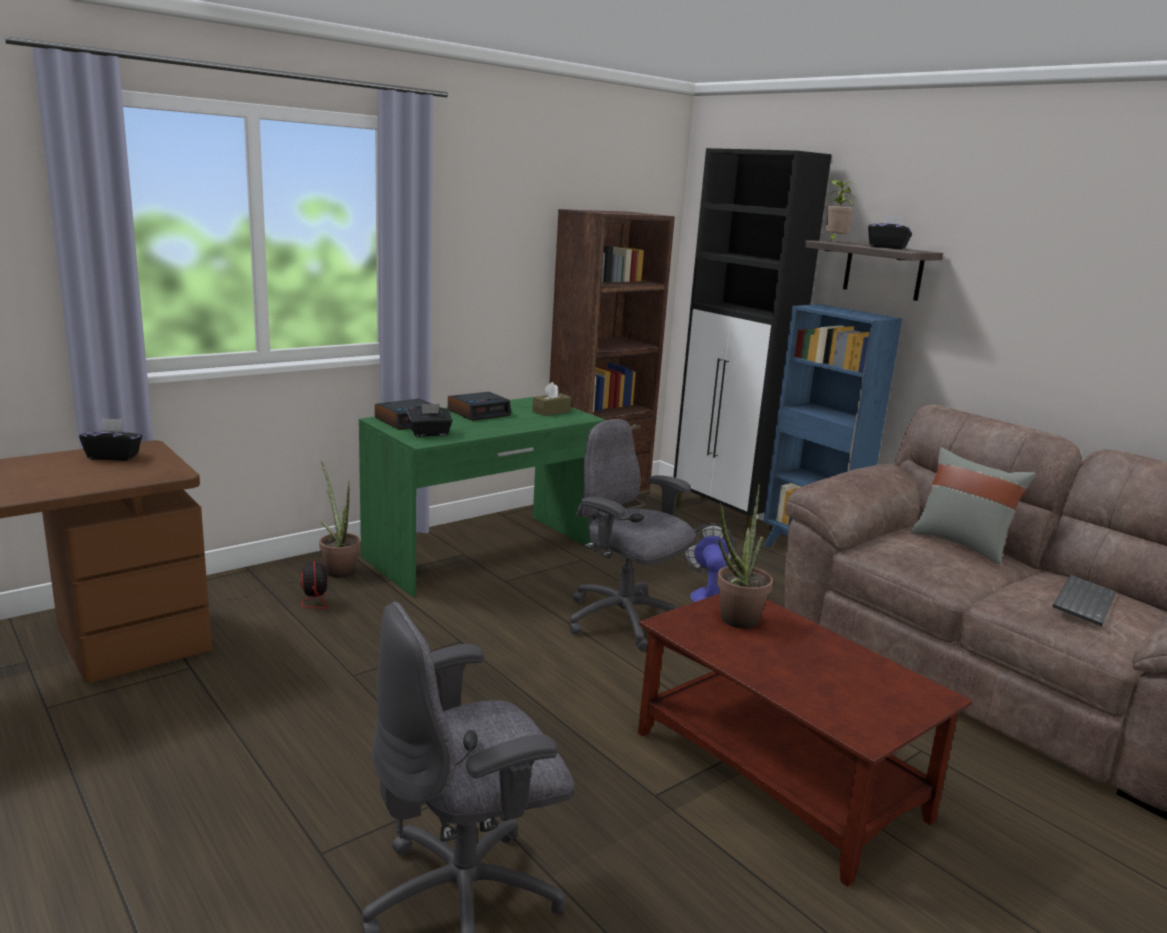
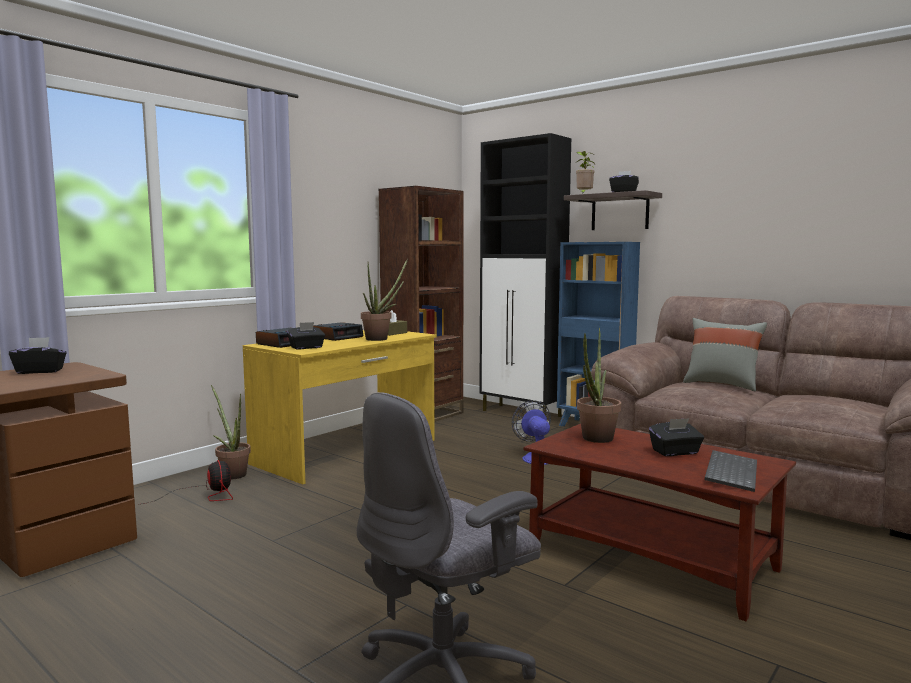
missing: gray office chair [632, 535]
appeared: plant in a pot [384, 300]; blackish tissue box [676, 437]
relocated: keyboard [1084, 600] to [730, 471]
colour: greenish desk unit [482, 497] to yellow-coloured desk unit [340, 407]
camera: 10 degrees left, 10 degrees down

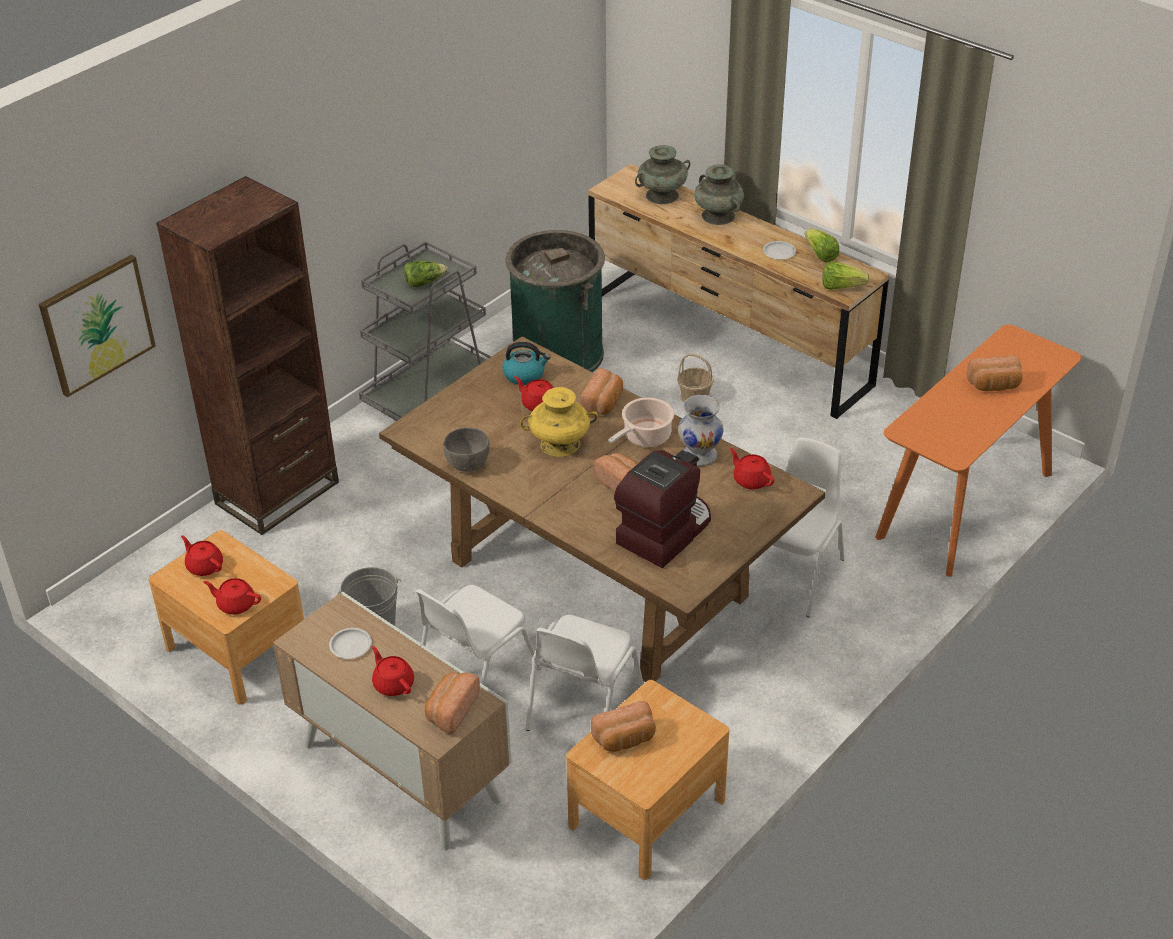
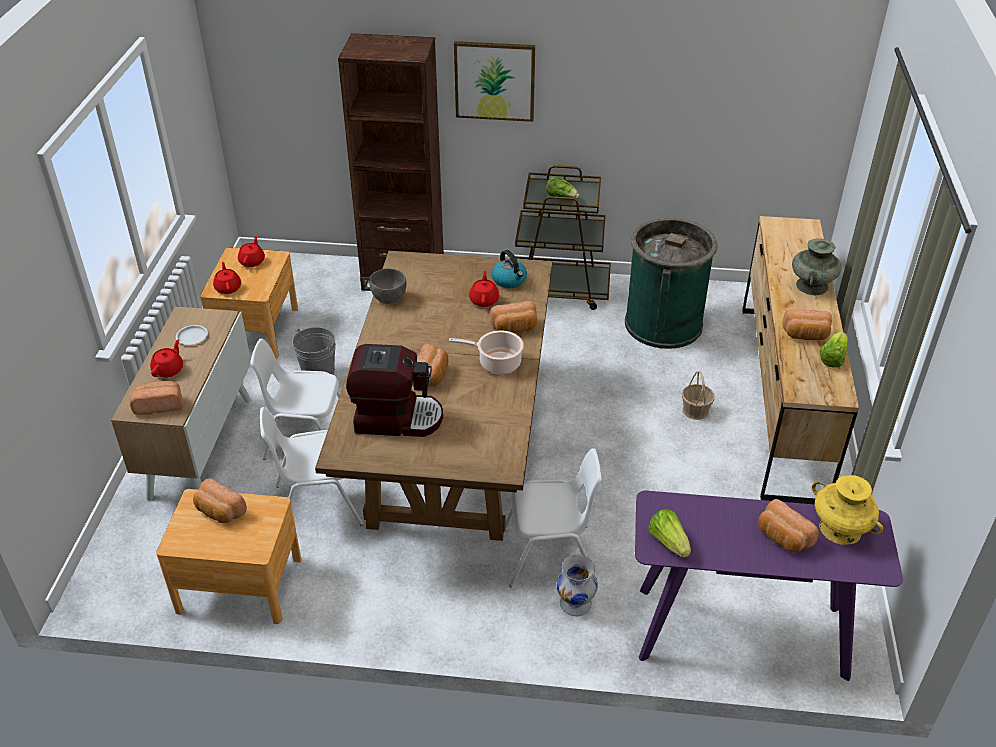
missing: turquoise vase [662, 174]; red-coloured teapot [752, 469]
relocated: wall picture [97, 326] to [494, 81]; yellow-coloured vase [559, 422] to [847, 510]; whitish vase [700, 430] to [577, 585]; lettuce [845, 276] to [669, 533]
exchanged: whitish plate [779, 250] to baked bread [807, 324]
colour: gray trolley [425, 331] to brownish trolley [563, 237]; orangey console table [978, 450] to purplish console table [769, 586]
camera: 55 degrees right, 0 degrees up

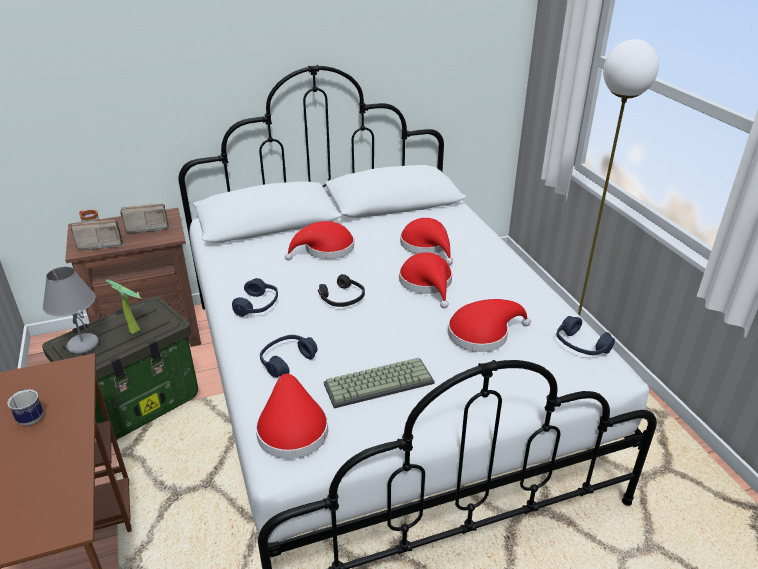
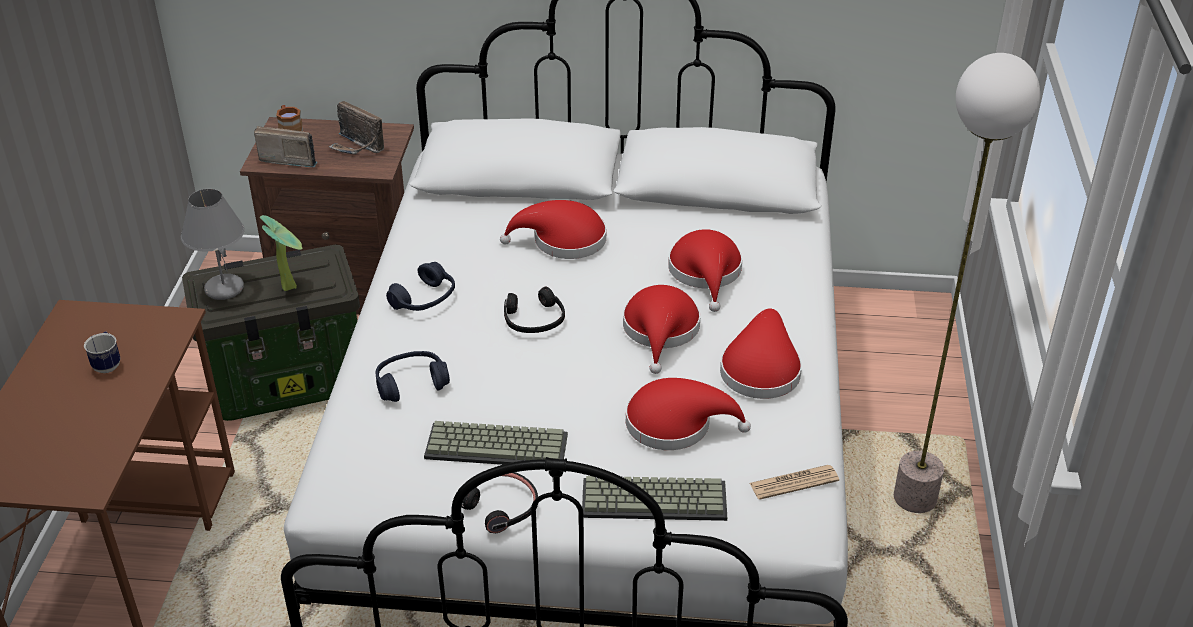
appeared: blackish pair of headphones [500, 502]; keyboard [654, 498]
relocated: red-coloured clothing hat [292, 416] to [761, 353]
exchanged: bluish pair of headphones [586, 335] to daily paper [794, 482]
spun: radio [145, 218] = [356, 127] 150 degrees counterclockwise
camera: 25 degrees right, 5 degrees up

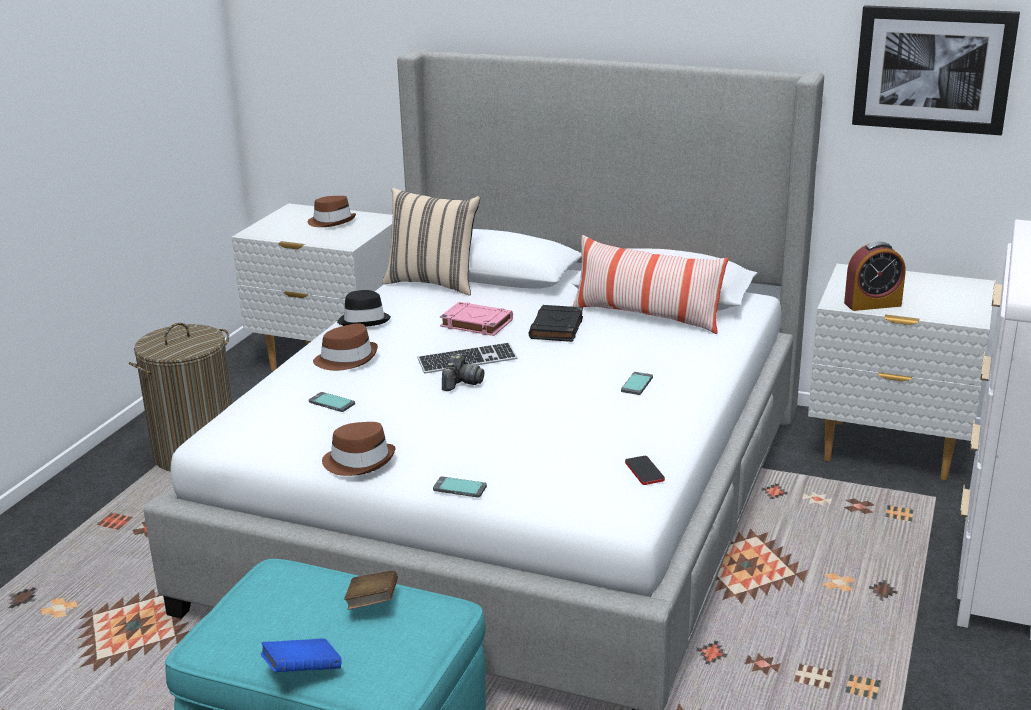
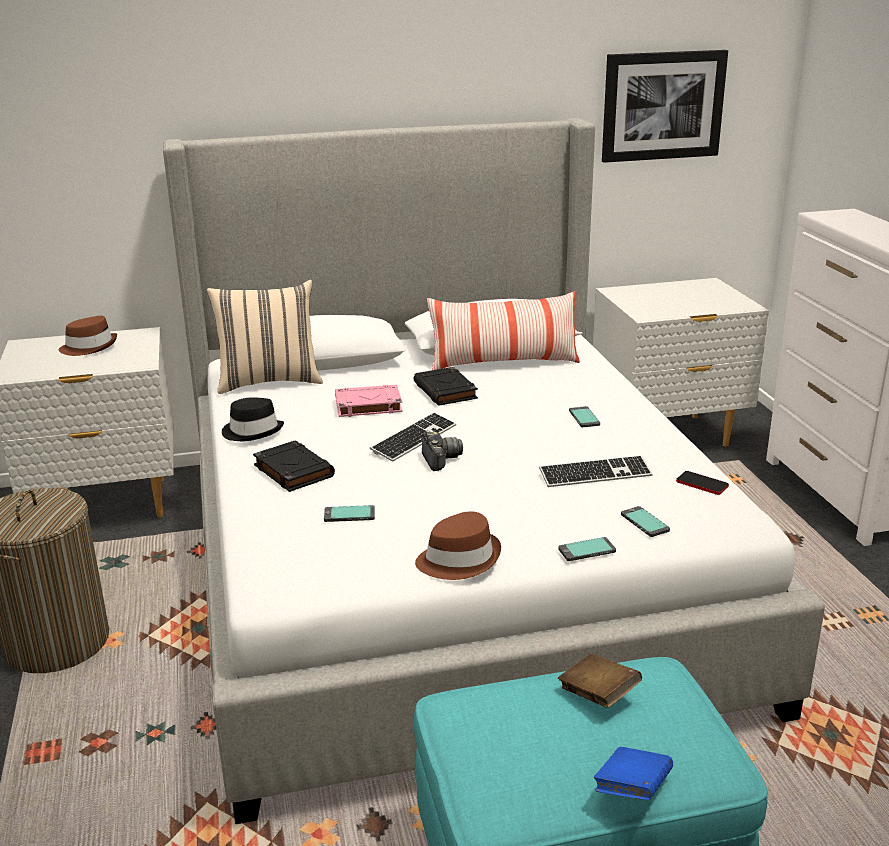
missing: alarm clock [875, 276]
appeared: keyboard [596, 471]; telephone [645, 521]
exchanged: brownish clothing hat [345, 347] to blackish volume [294, 466]
camera: 35 degrees left, 0 degrees up

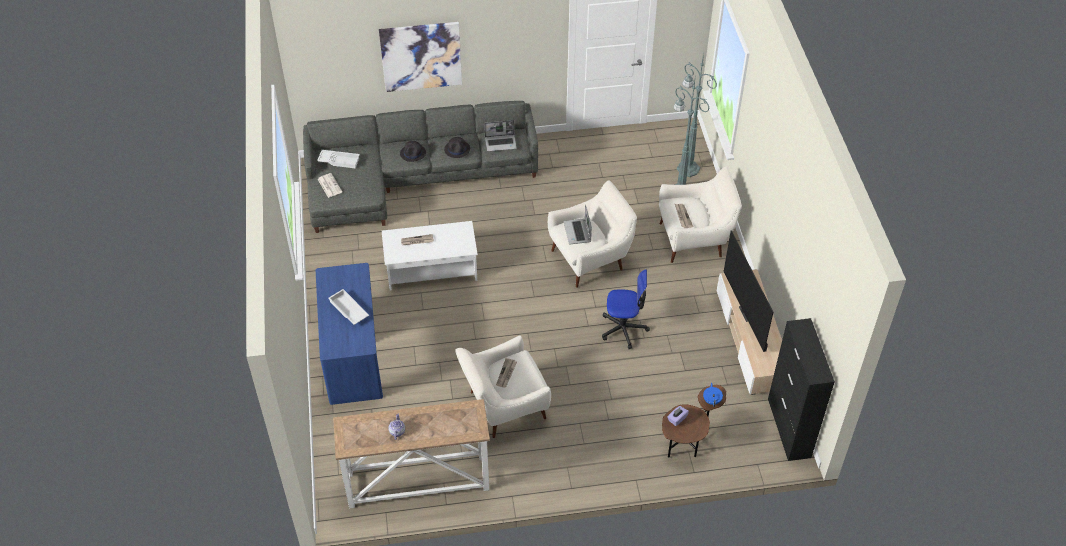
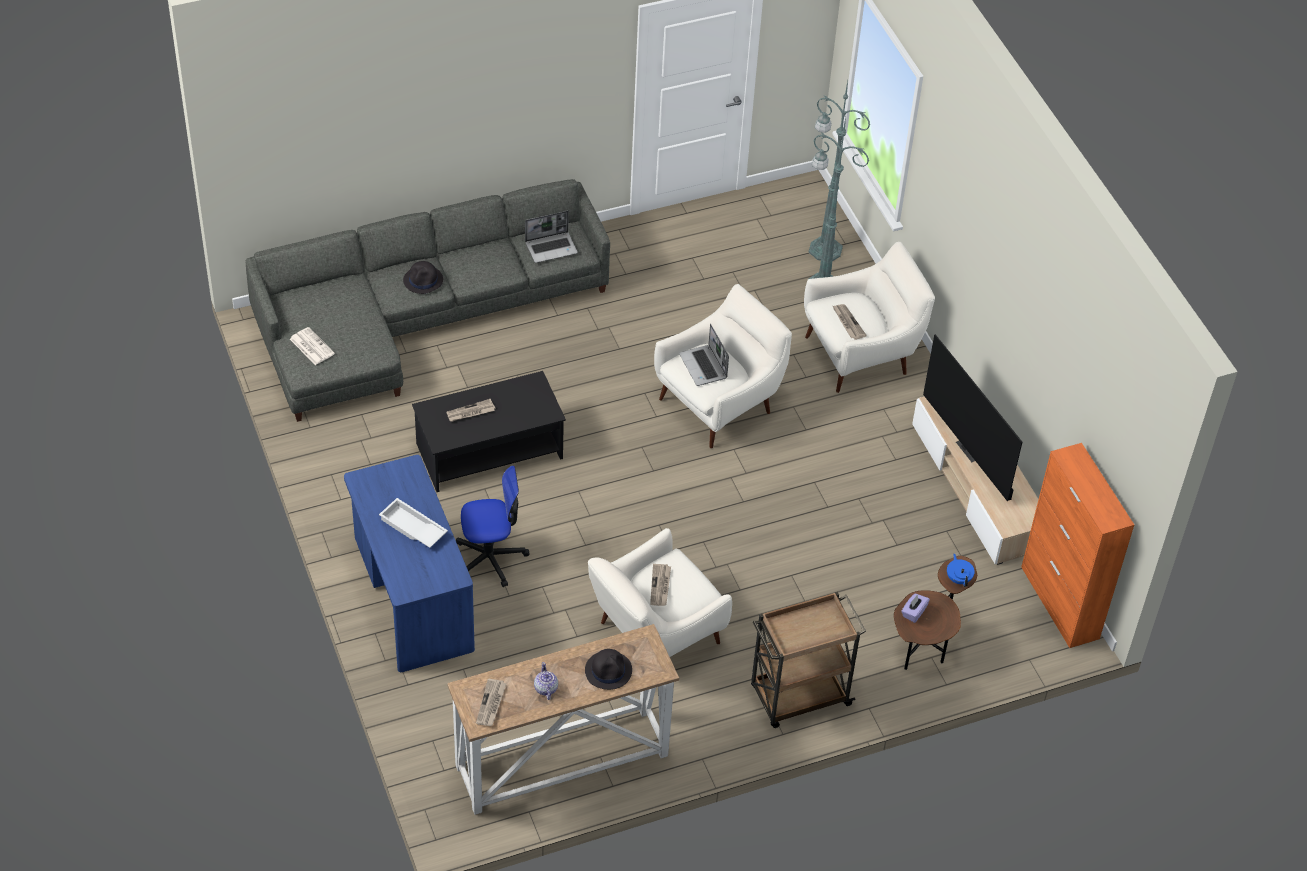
missing: whitish carrying tray [338, 159]; wall picture [420, 57]
appeared: daily paper [491, 702]; brownish trolley [808, 660]
relocated: blackish clothing hat [457, 147] to [608, 669]; office chair [626, 309] to [493, 526]
colour: whitish coffee table [430, 256] to blackish coffee table [489, 431]; blackish cupboard [801, 389] to orangey cupboard [1077, 545]
camera: 15 degrees left, 0 degrees up

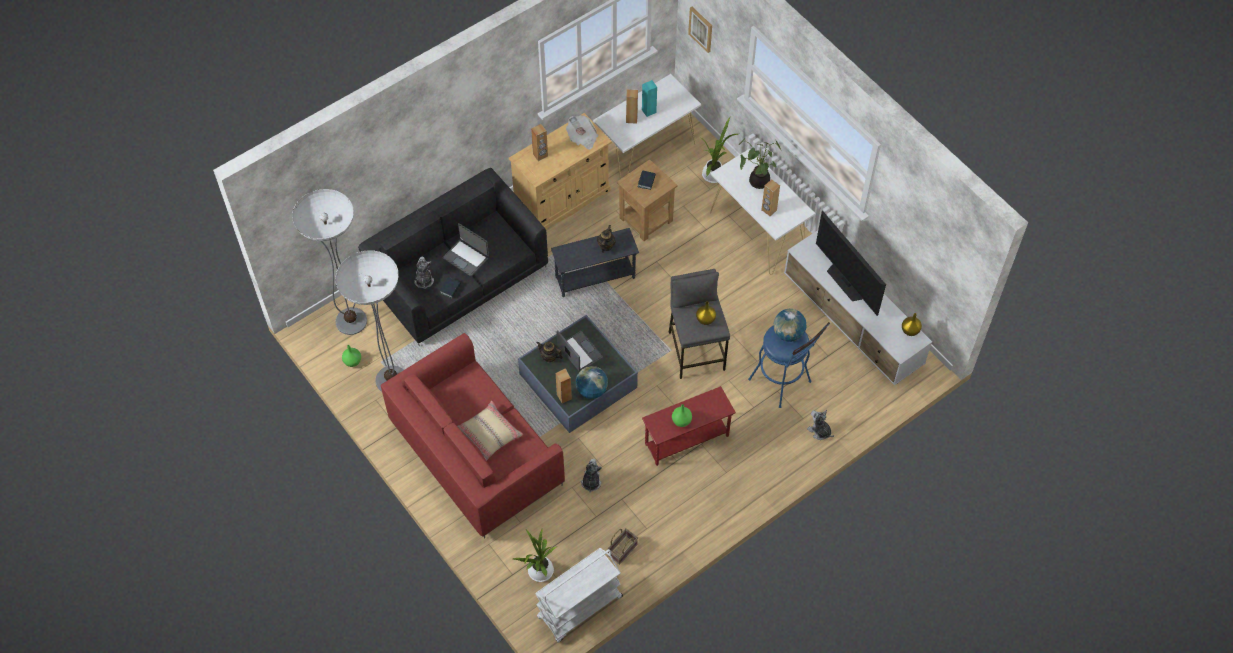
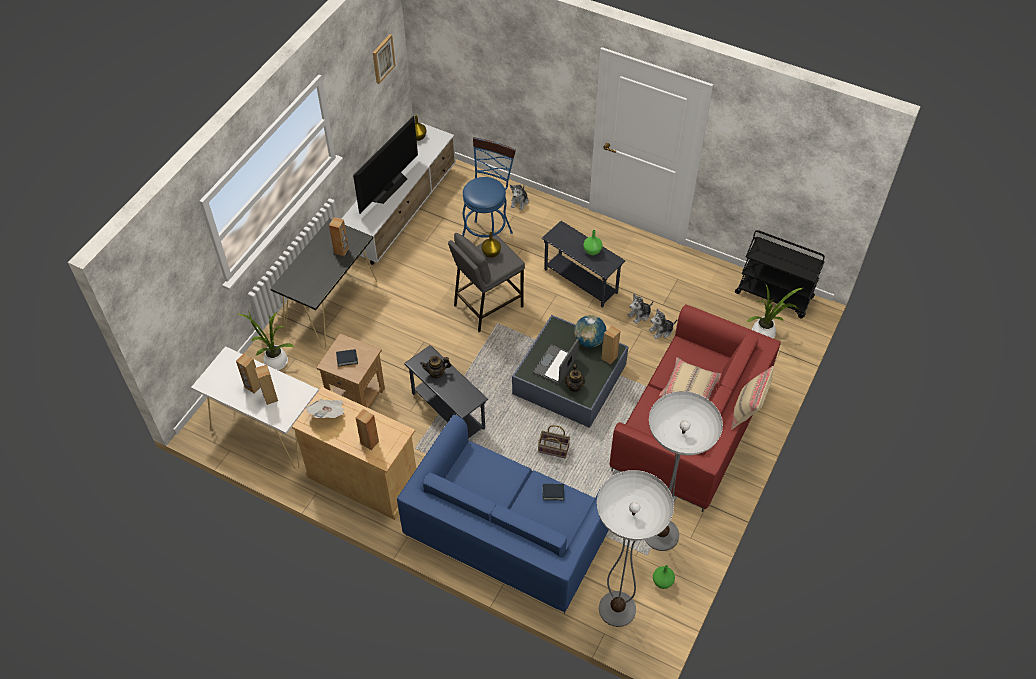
missing: portable computer [466, 249]; plant in a pot [760, 164]; desk globe [790, 325]
appeared: sand-coloured cushion [752, 398]
relocated: soft toy [424, 273] to [640, 309]; basket [622, 546] to [554, 441]; wall picture [700, 30] to [384, 59]
colour: blackish settee [453, 257] to bluish settee [503, 514]; whitish trolley [579, 595] to blackish trolley [780, 274]; turquoise loudspeaker [649, 98] to brownish loudspeaker [248, 373]; red-coloured end table [689, 426] to gray end table [583, 264]; whitish console table [762, 211] to blackish console table [323, 284]
camera: 115 degrees left, 5 degrees down

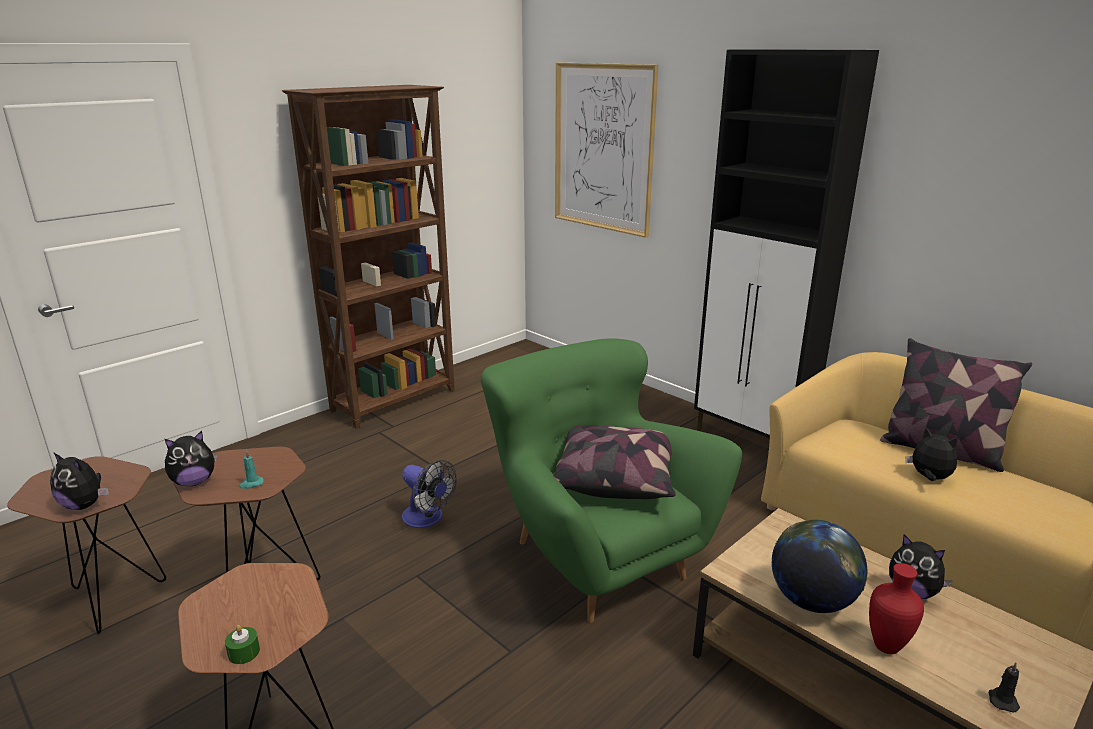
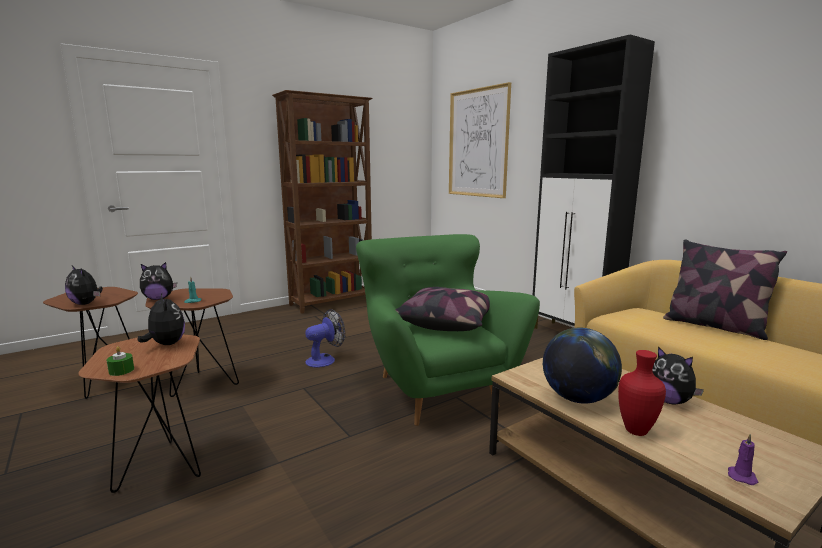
relocated: soft toy [931, 454] to [161, 319]
colour: blackish wax candle [1004, 688] to purplish wax candle [743, 459]
spun: electric fan [429, 494] = [325, 338] 90 degrees counterclockwise
camera: 10 degrees right, 10 degrees down

